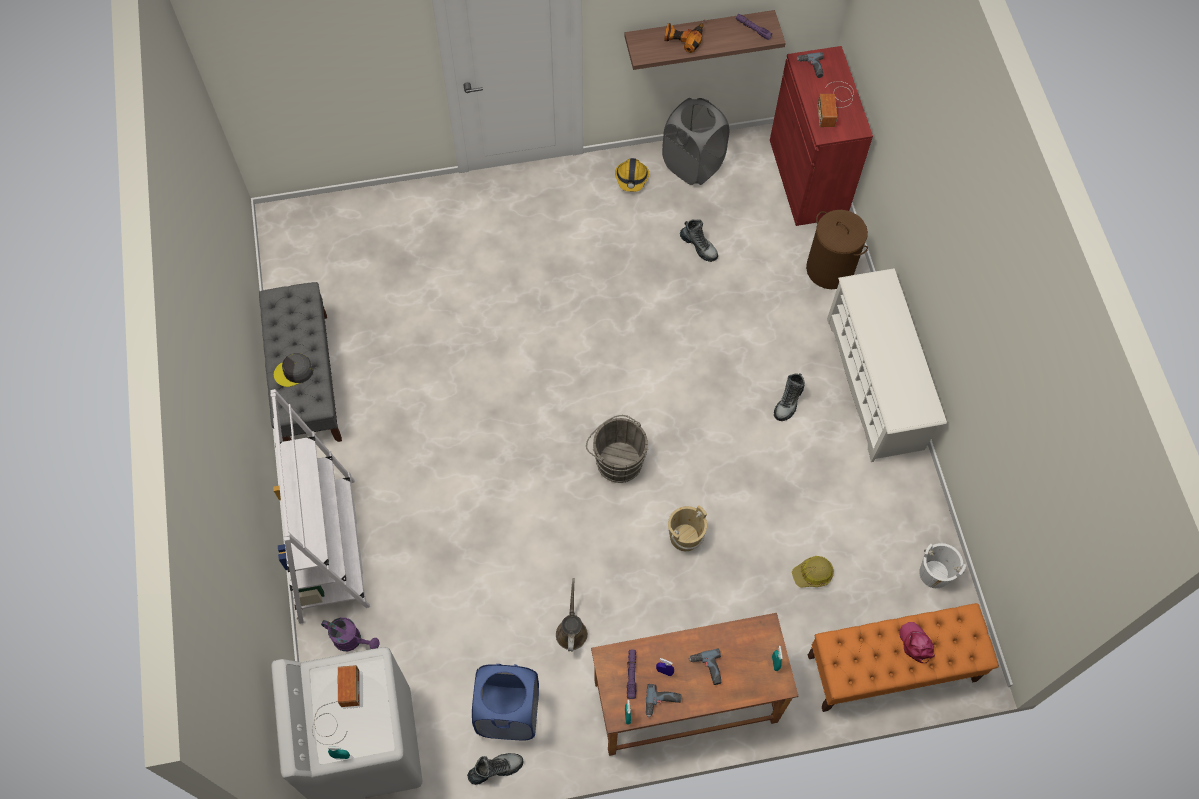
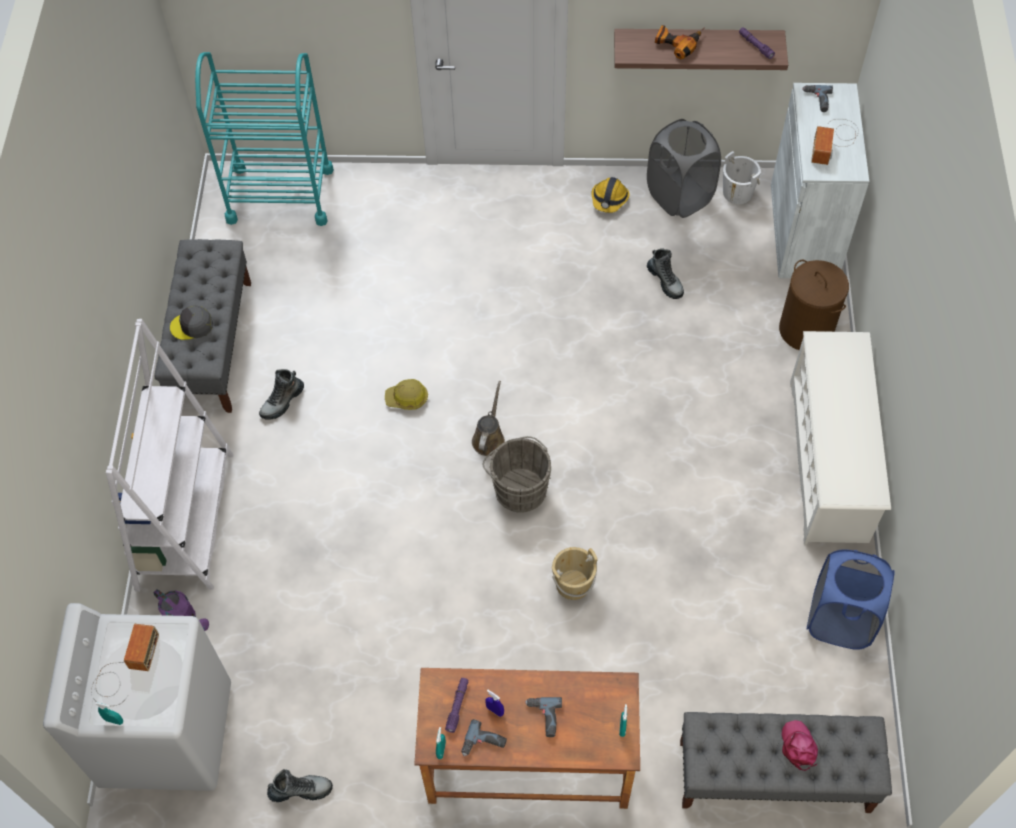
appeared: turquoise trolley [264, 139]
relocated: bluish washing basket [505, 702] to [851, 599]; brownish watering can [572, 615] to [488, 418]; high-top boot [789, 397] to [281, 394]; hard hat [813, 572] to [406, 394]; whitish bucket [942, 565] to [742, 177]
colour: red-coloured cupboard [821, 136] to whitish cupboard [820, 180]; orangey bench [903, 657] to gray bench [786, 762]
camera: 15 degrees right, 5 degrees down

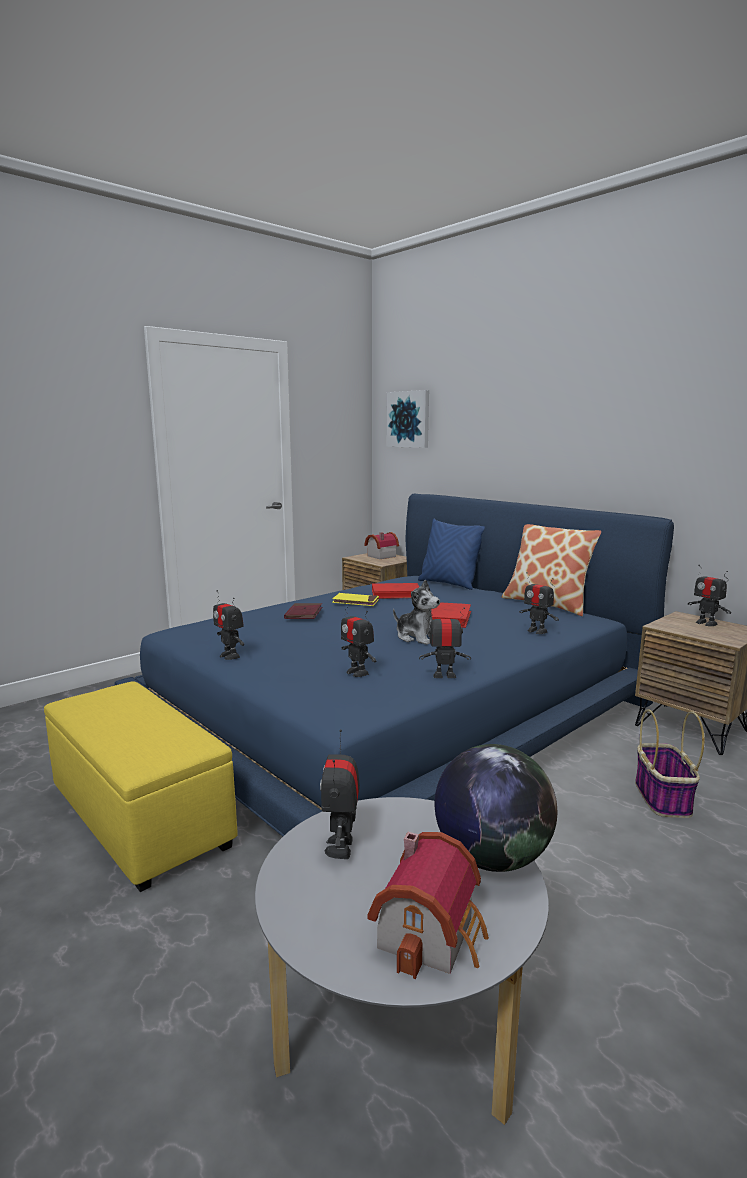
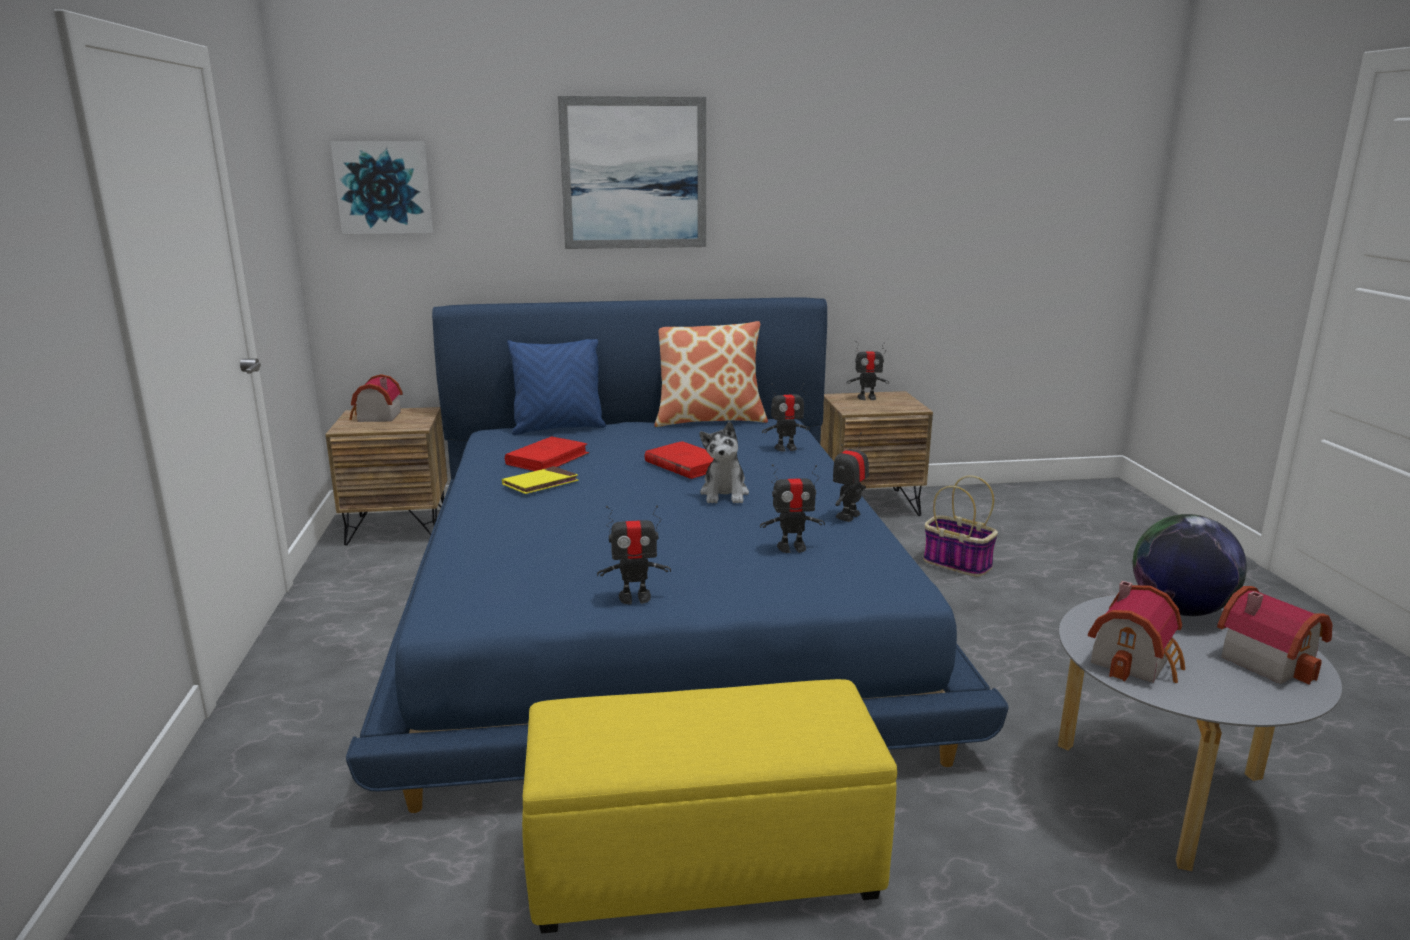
missing: red-coloured volume [303, 611]
appeared: wall picture [632, 172]
exchanged: model robot [340, 794] to model house [1136, 632]
spun: soft toy [416, 612] = [724, 462] 105 degrees clockwise
camera: 55 degrees left, 5 degrees up

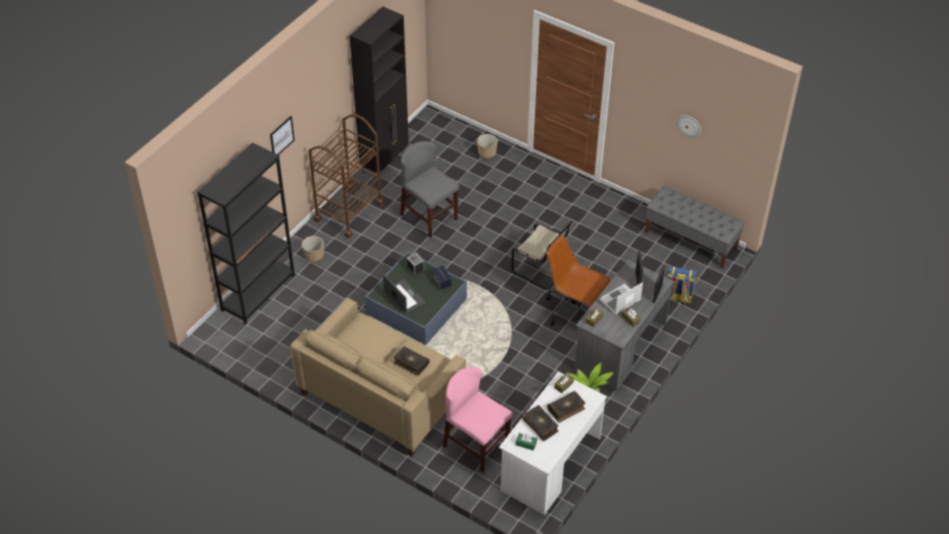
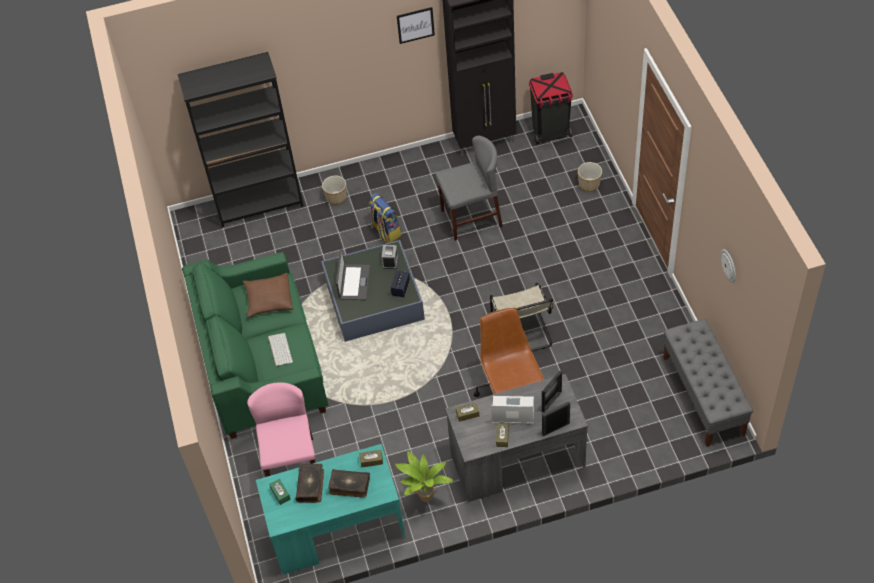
missing: brownish trolley [346, 176]
appeared: brownish cushion [268, 295]; blackish waste bin [551, 108]
relocated: wall picture [282, 135] to [416, 25]; rucksack [682, 284] to [385, 218]
exchanged: volume [412, 361] to keyboard [280, 350]
colour: sand-coloured settee [378, 377] to greenish settee [255, 345]; whitish desk unit [553, 443] to turquoise desk unit [331, 509]
spun: gray chair [430, 189] = [469, 188] 75 degrees clockwise
camera: 45 degrees right, 5 degrees up

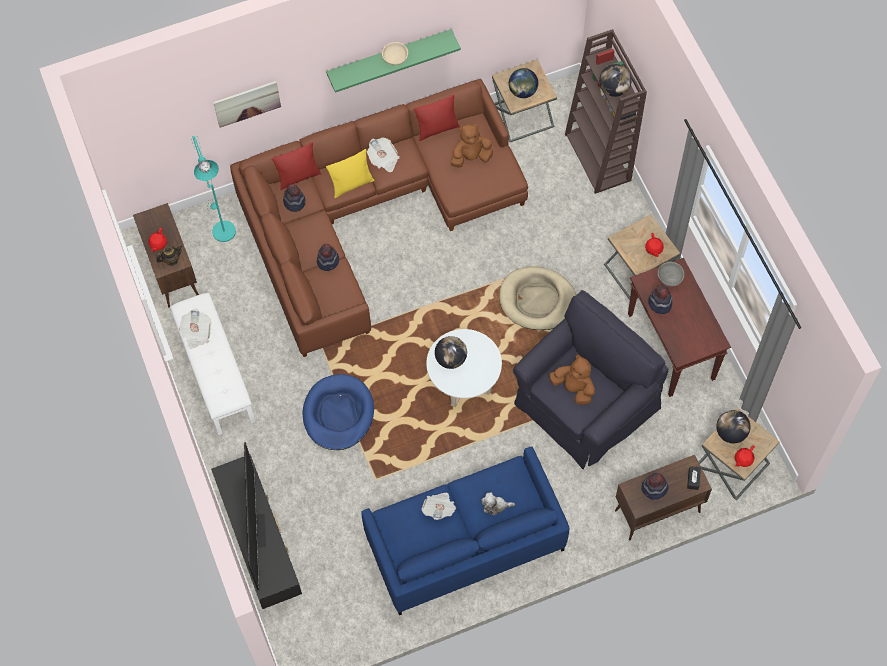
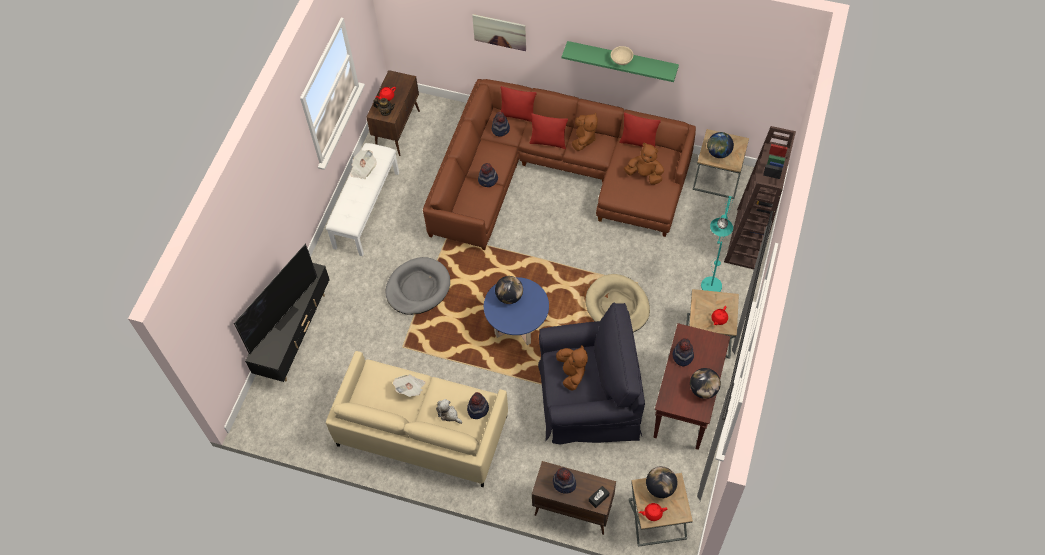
missing: gray serving bowl [671, 274]
appeared: clothing hat [478, 405]
relocated: turquoise standing lamp [213, 189] to [717, 244]; desk globe [615, 80] to [705, 383]
exchanged: daily paper [383, 154] to brownish soft toy [585, 131]
colour: bluish dog bed [338, 412] to gray dog bed [417, 286]; yellow-coloured cushion [350, 173] to red-coloured cushion [548, 131]; bluish settee [465, 531] to sand-coloured settee [417, 419]; whitish coffee table [464, 368] to bluish coffee table [516, 311]
camera: 40 degrees right, 5 degrees down

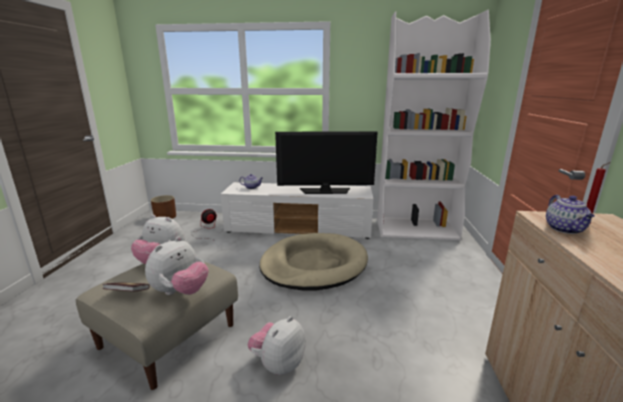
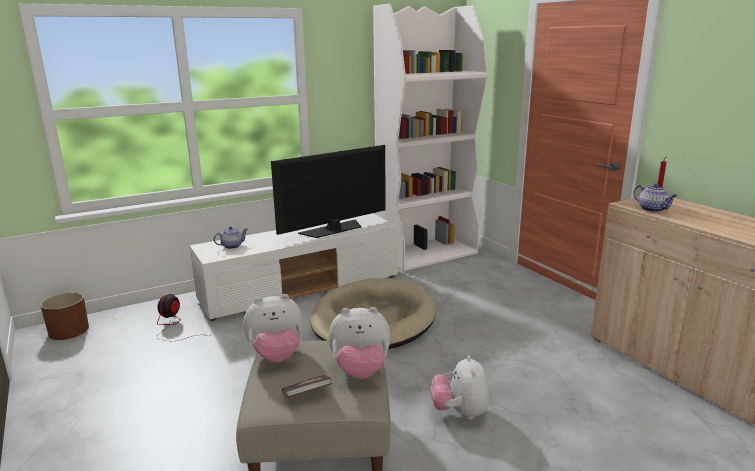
spun: soft toy [176, 265] = [359, 343] 90 degrees clockwise
camera: 35 degrees left, 0 degrees up

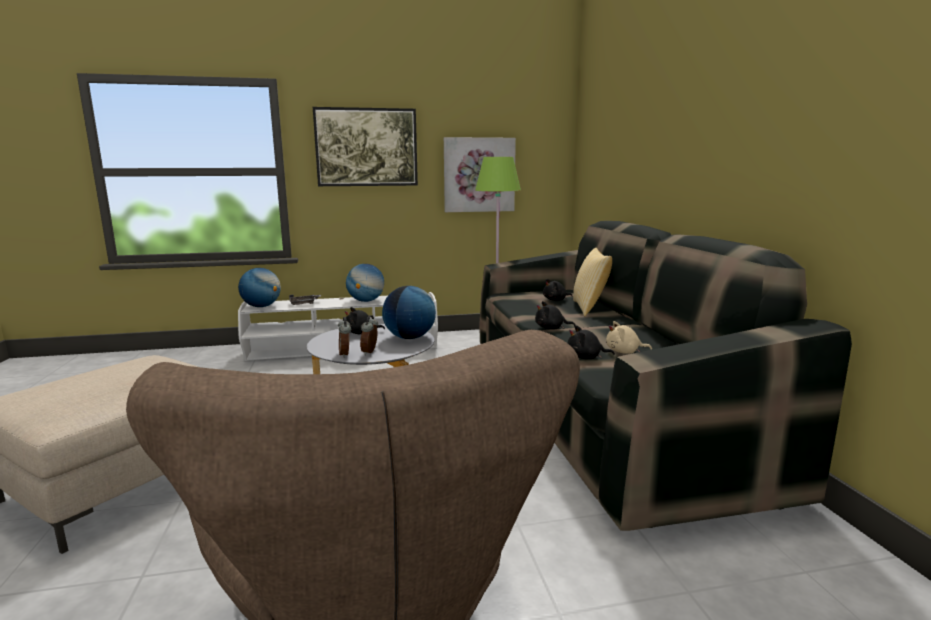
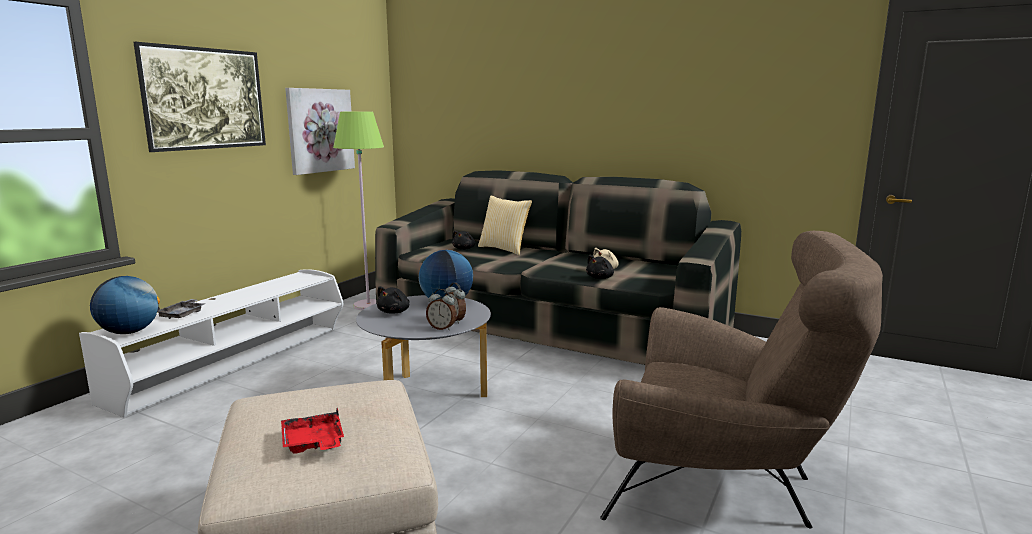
missing: desk globe [365, 283]; blackish soft toy [555, 315]
appeared: red-coloured carrying tray [312, 431]
camera: 50 degrees left, 0 degrees up

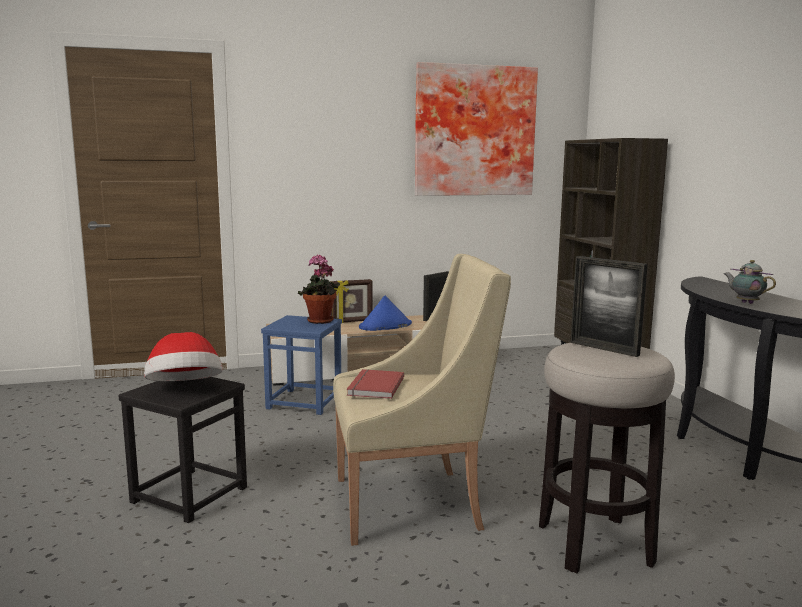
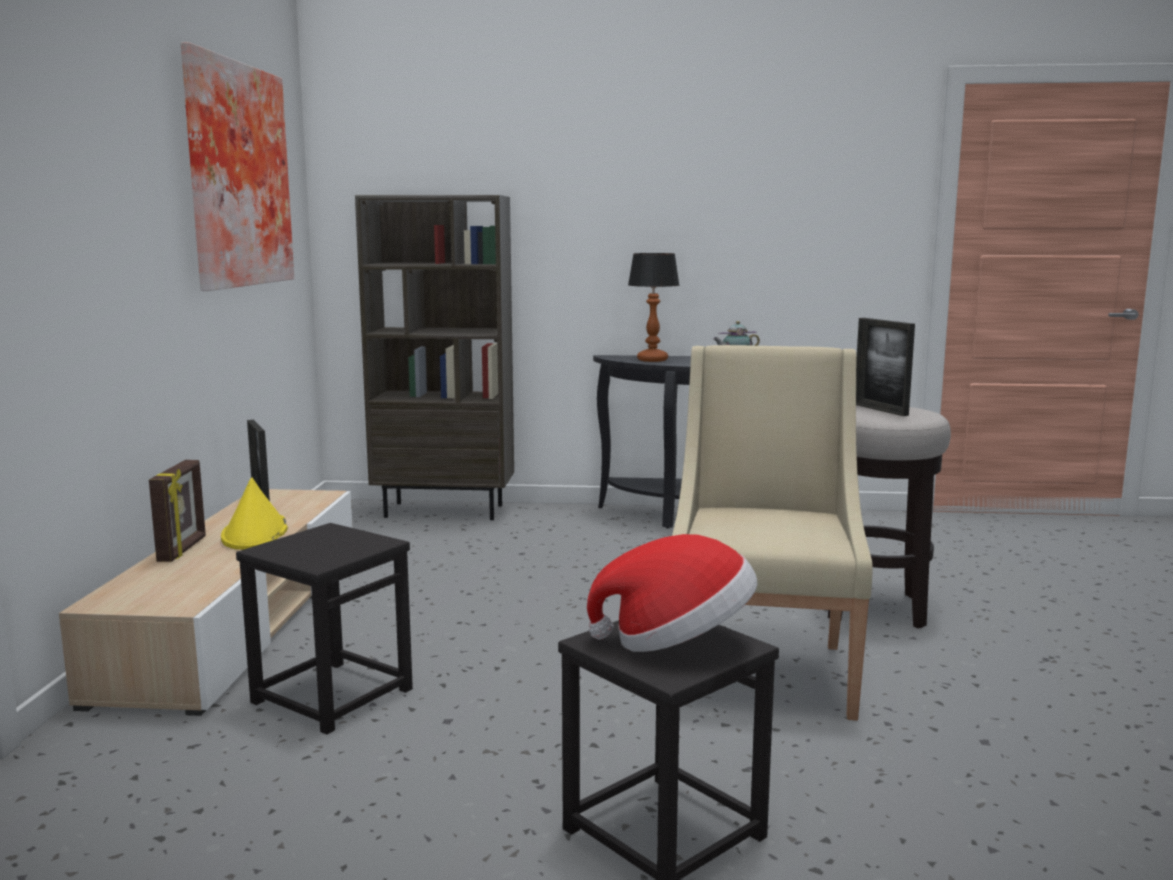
missing: plant in a pot [319, 289]; red-coloured volume [375, 384]
appeared: lamp for a table [653, 307]
colour: bluish stool [301, 365] to blackish stool [324, 629]; bluish clothing hat [385, 313] to yellow-coloured clothing hat [254, 514]
spun: standing frame [609, 306] = [885, 367] 90 degrees clockwise
camera: 70 degrees left, 0 degrees up

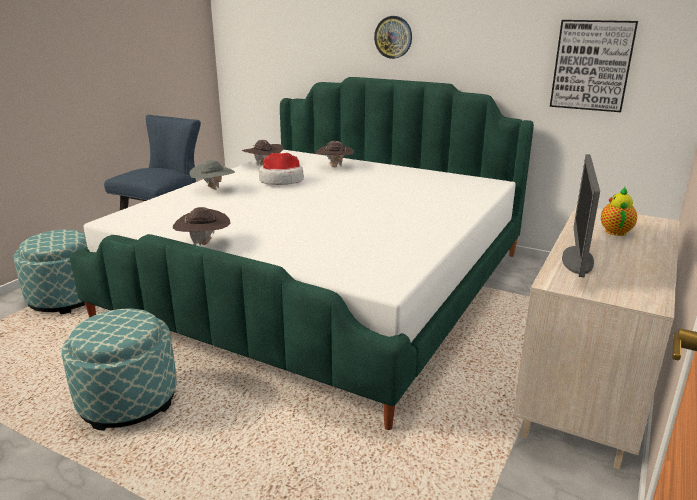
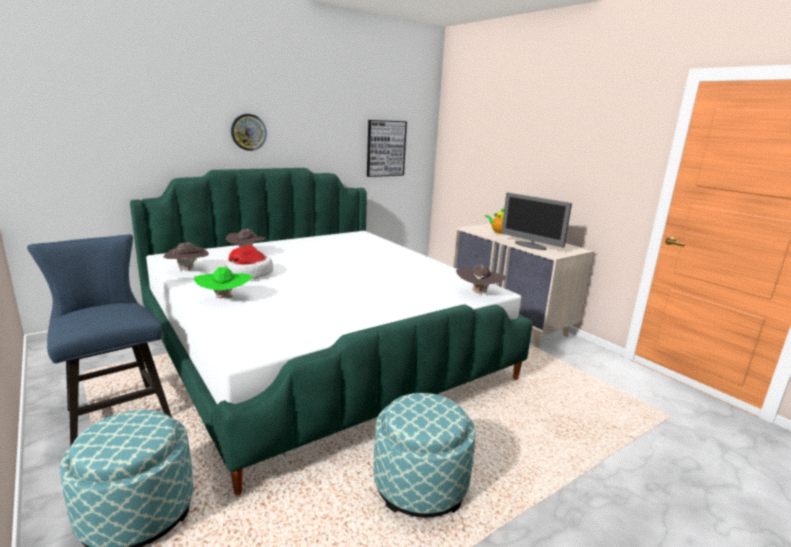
relocated: brownish clothing hat [202, 226] to [481, 280]
colour: gray clothing hat [212, 175] to greenish clothing hat [223, 282]
camera: 65 degrees left, 5 degrees down

